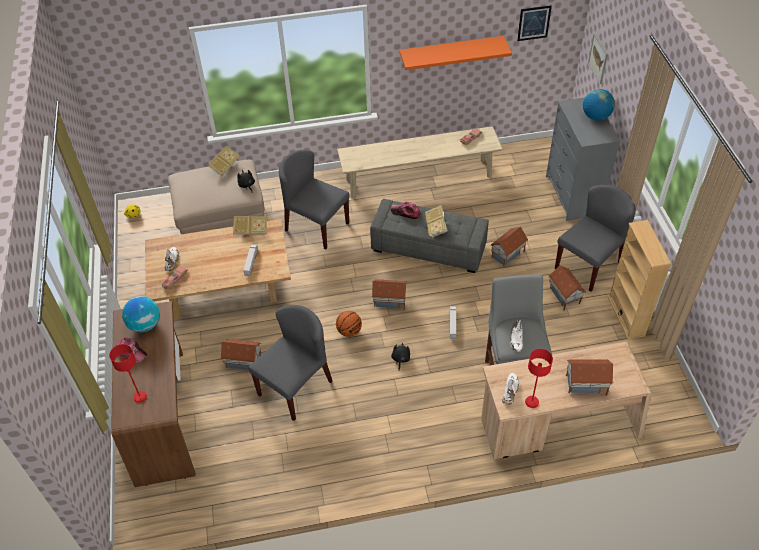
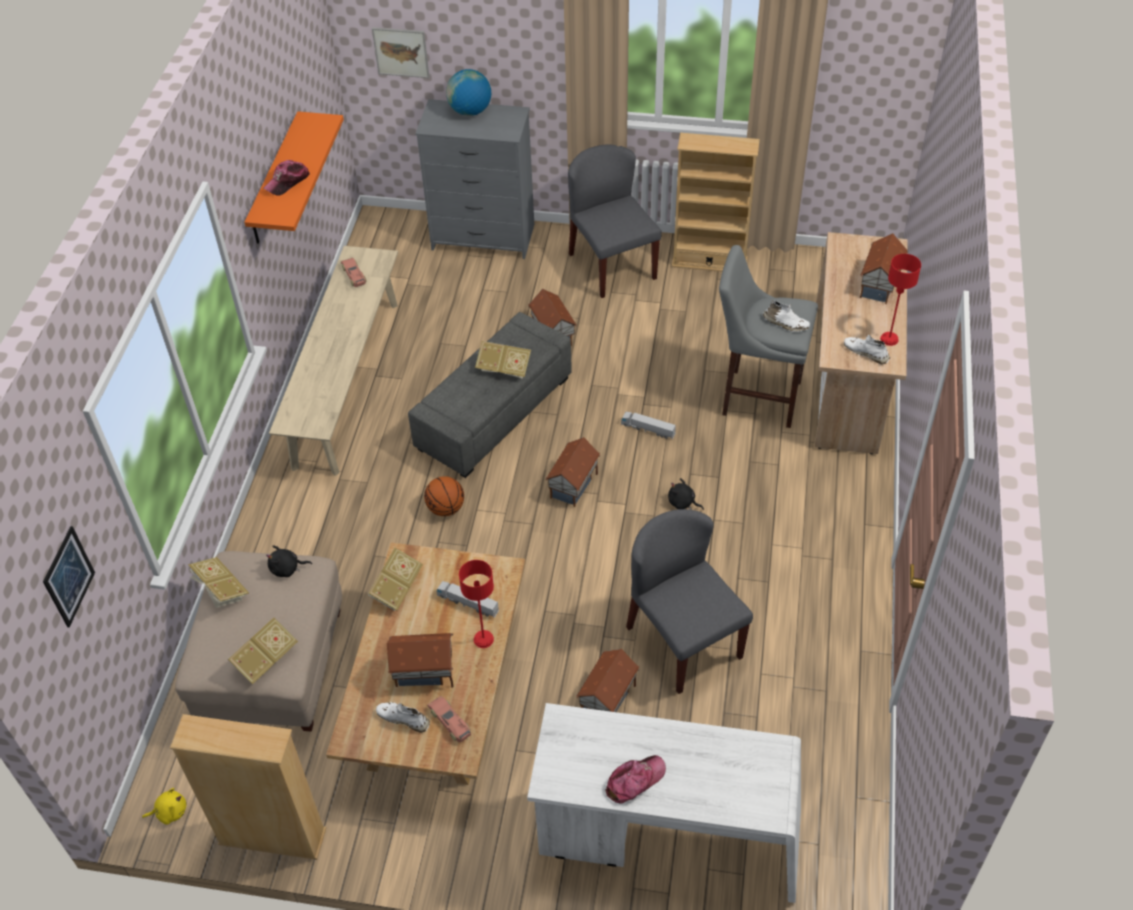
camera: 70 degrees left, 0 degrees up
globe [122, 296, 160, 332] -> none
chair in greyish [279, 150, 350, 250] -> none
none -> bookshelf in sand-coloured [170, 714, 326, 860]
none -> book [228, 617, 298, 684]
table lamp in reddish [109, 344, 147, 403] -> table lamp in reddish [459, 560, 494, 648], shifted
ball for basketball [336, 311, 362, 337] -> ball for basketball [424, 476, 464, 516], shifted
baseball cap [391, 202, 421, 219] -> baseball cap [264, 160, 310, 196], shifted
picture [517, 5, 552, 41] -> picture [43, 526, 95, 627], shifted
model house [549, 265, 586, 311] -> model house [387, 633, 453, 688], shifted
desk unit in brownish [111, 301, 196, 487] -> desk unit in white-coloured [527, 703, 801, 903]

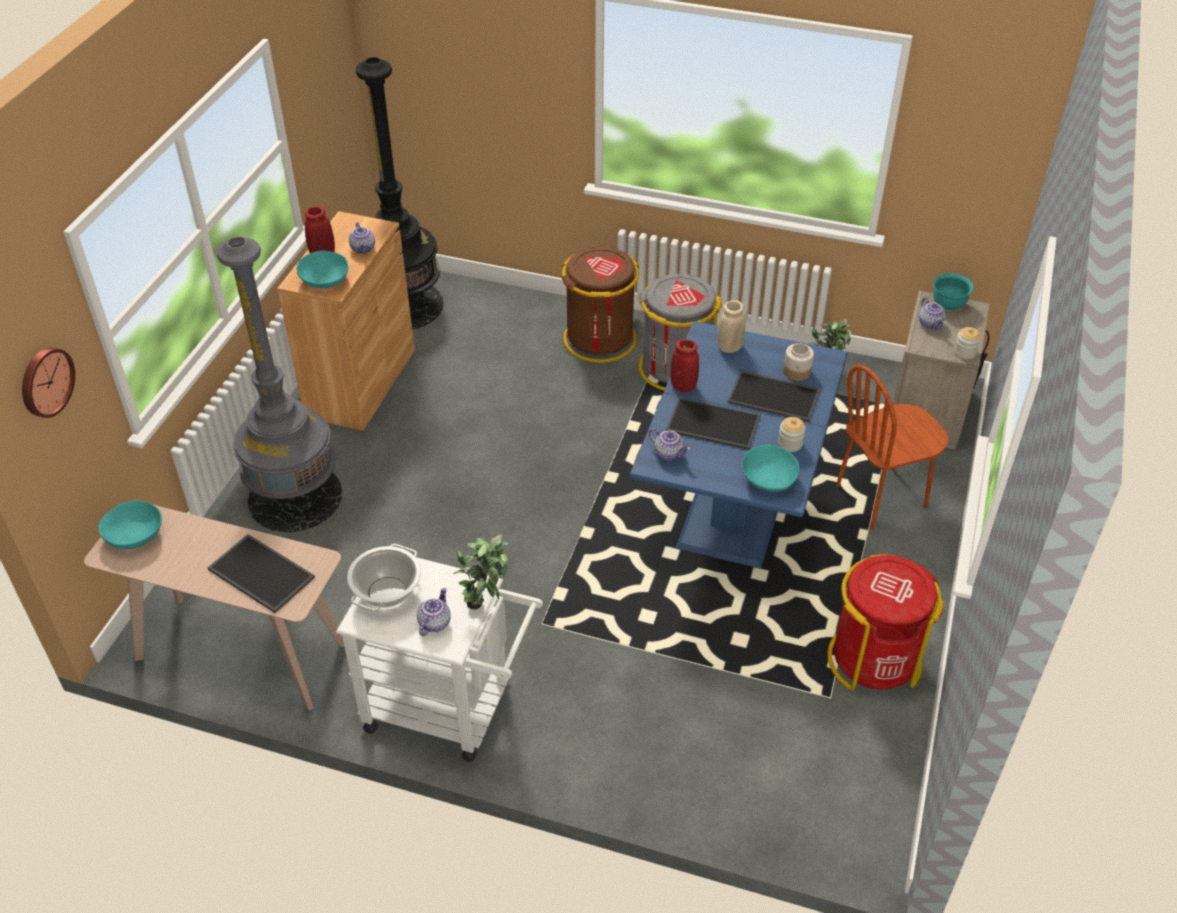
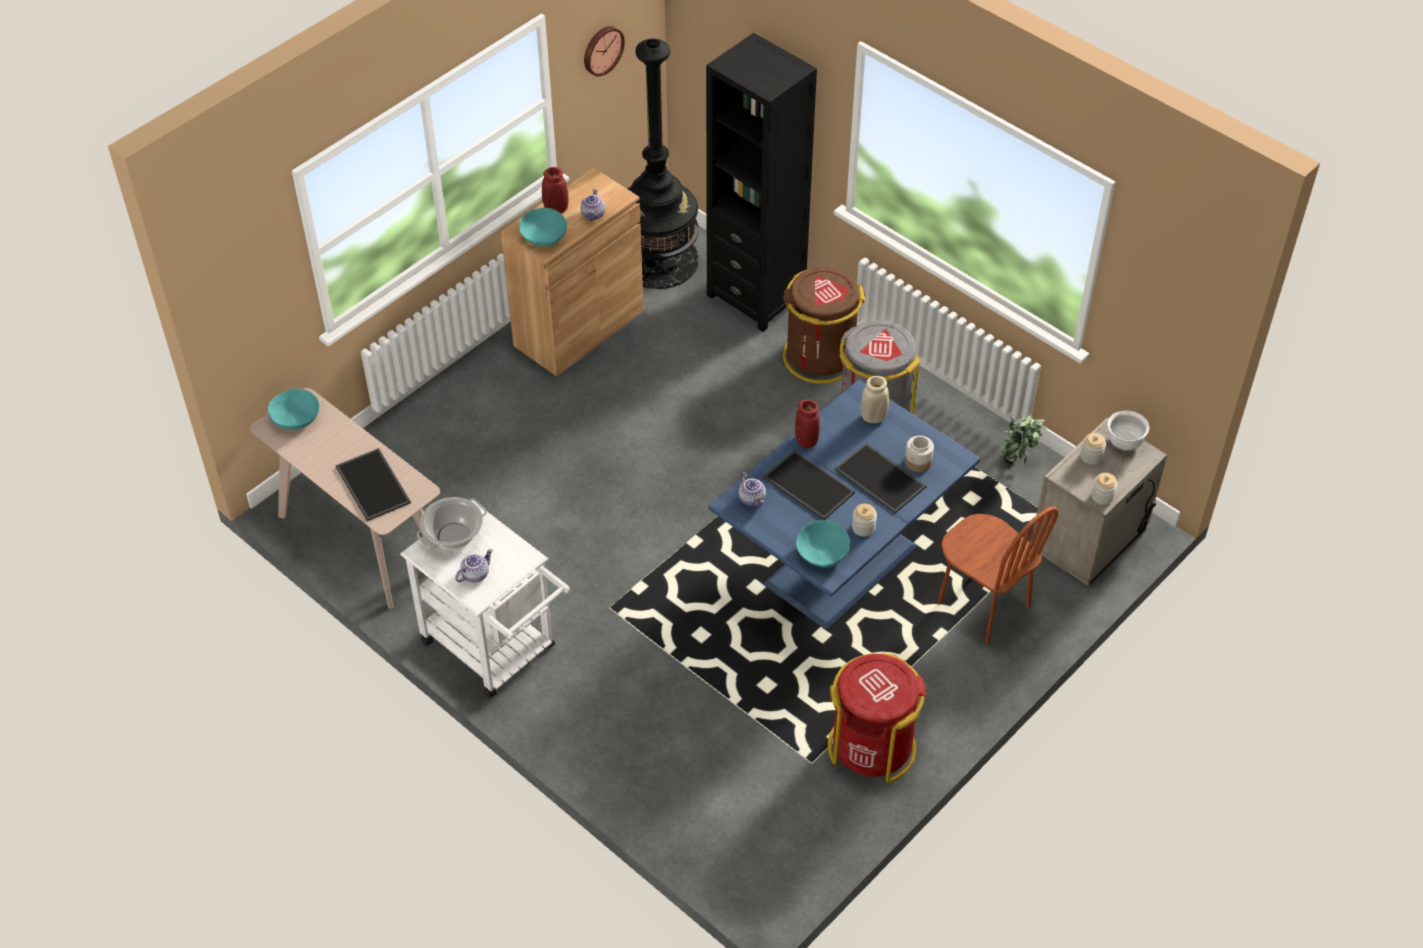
camera: 25 degrees right, 5 degrees up
standard lamp in greyish [217, 236, 342, 532] -> none
plant in a pot [453, 534, 509, 609] -> none
none -> bookshelf in black [706, 33, 817, 332]
wall clock [22, 347, 75, 418] -> wall clock [584, 26, 625, 76], shifted
tea pot [919, 298, 946, 330] -> jar [1080, 433, 1106, 465]
deep dish in blue-green [933, 273, 974, 310] -> deep dish in white-coloured [1107, 411, 1149, 450]
chair in brownish [836, 365, 949, 530] -> chair in brownish [938, 507, 1058, 644], 135 degrees counterclockwise

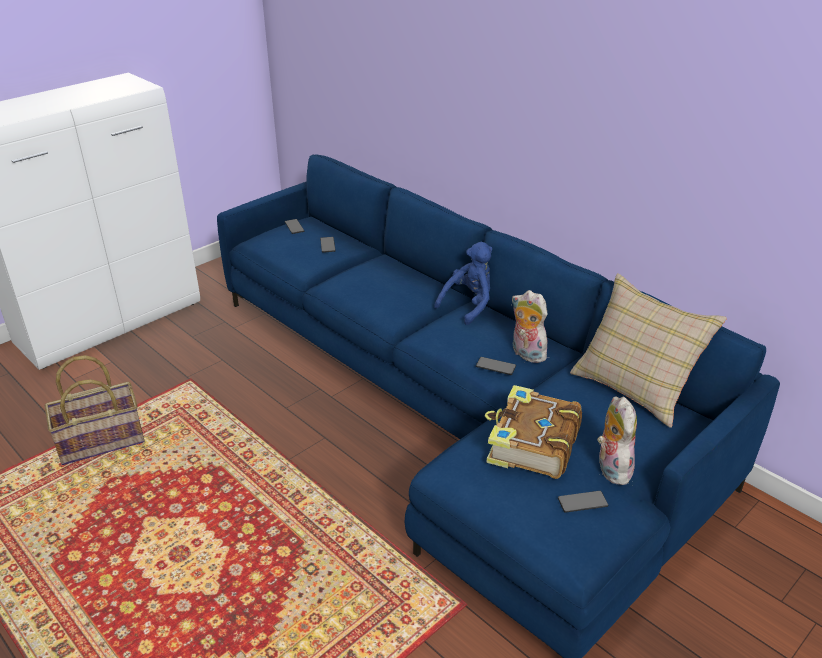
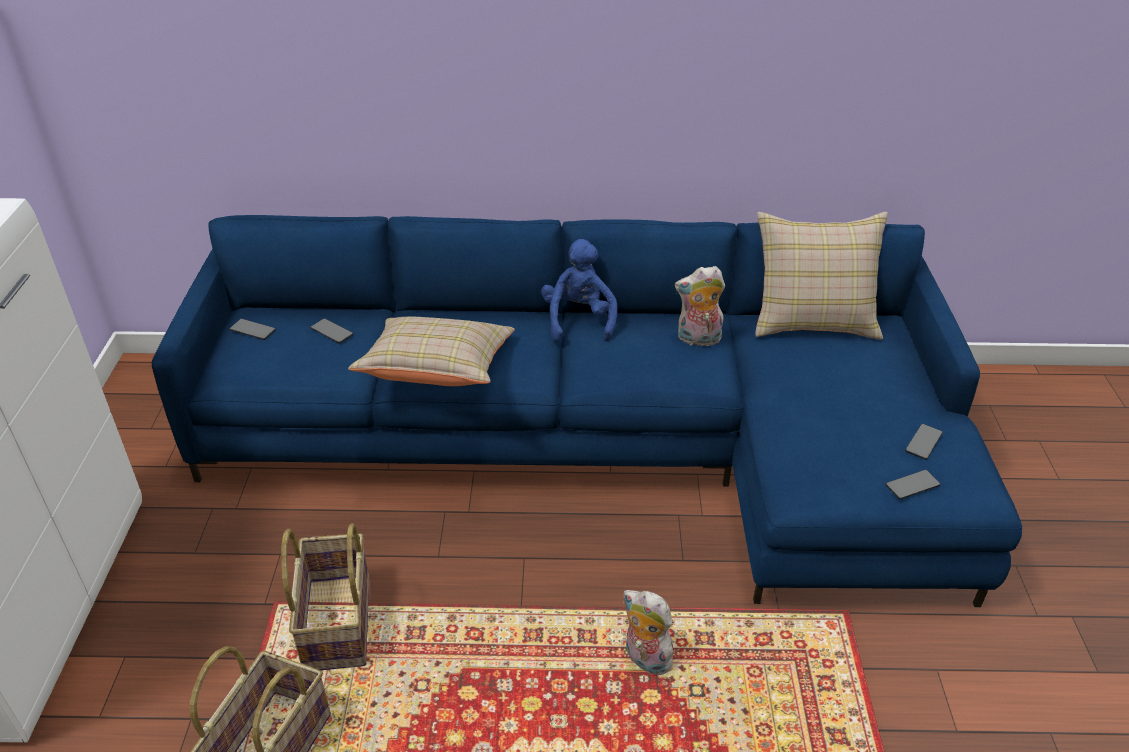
camera: 45 degrees left, 5 degrees up
book [485, 385, 582, 479] -> none
none -> household basket [281, 523, 369, 670]
none -> throw pillow in sand-coloured [348, 317, 515, 386]
phone [476, 357, 516, 375] -> phone [885, 470, 940, 499], shifted
soft toy [597, 396, 637, 485] -> soft toy [623, 590, 675, 675], shifted

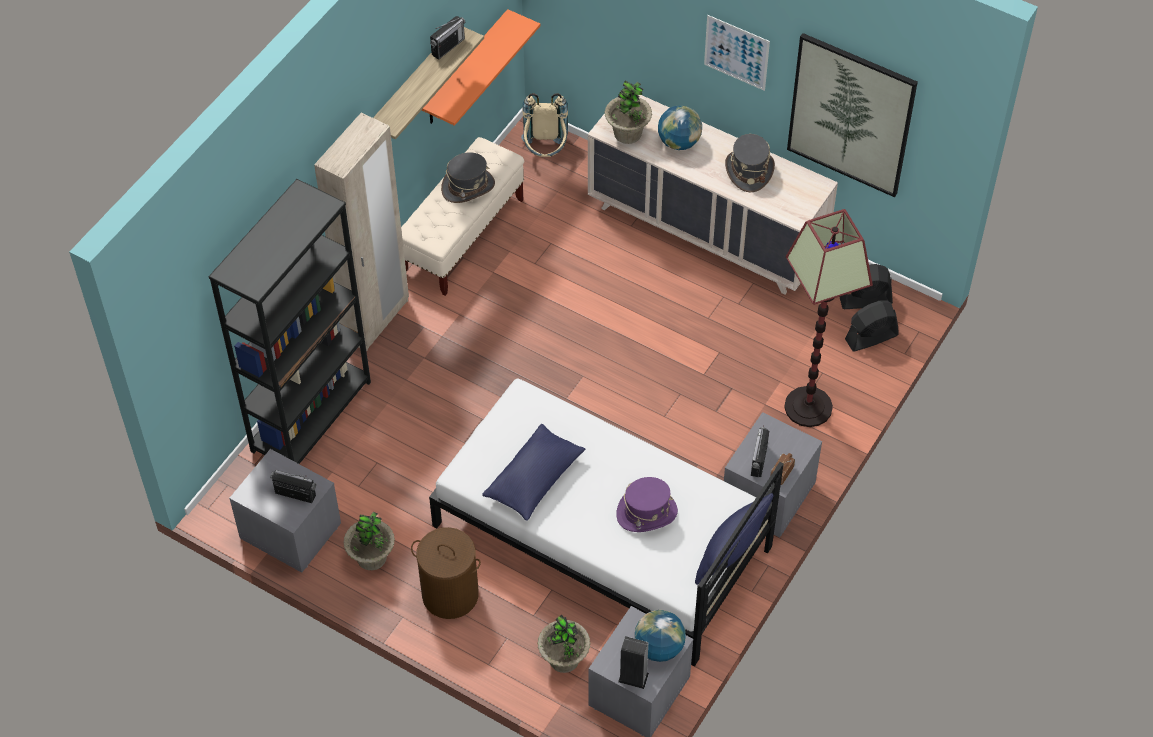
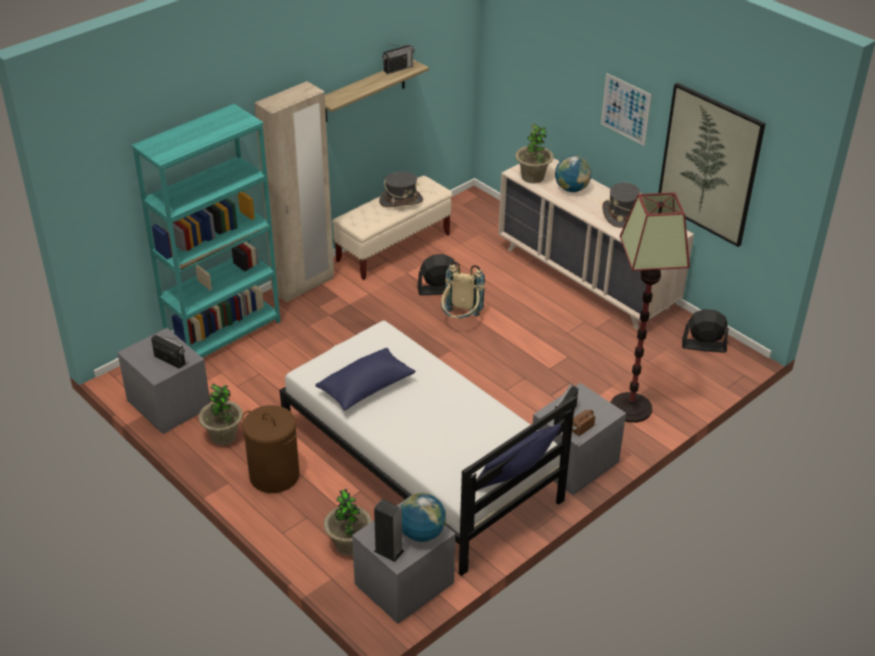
camera: 15 degrees right, 15 degrees down
shelf in orange-coloured [422, 9, 540, 126] -> none
clothing hat in purple-coloured [616, 477, 678, 532] -> none
backpack in sand-coloured [521, 93, 568, 157] -> backpack in sand-coloured [441, 261, 485, 319], shifted
cooling fan in black [845, 301, 899, 352] -> cooling fan in black [417, 254, 458, 296], shifted
bookshelf in black [208, 179, 371, 464] -> bookshelf in blue-green [132, 104, 280, 358]

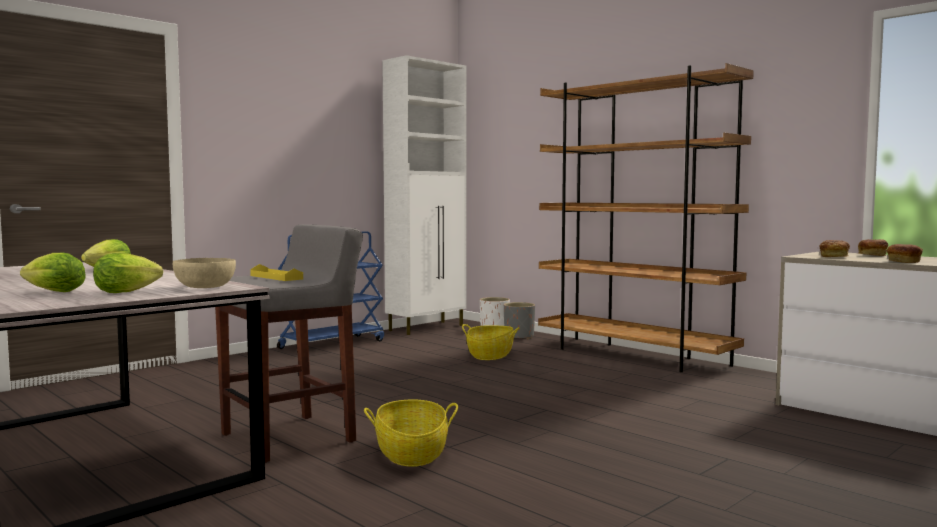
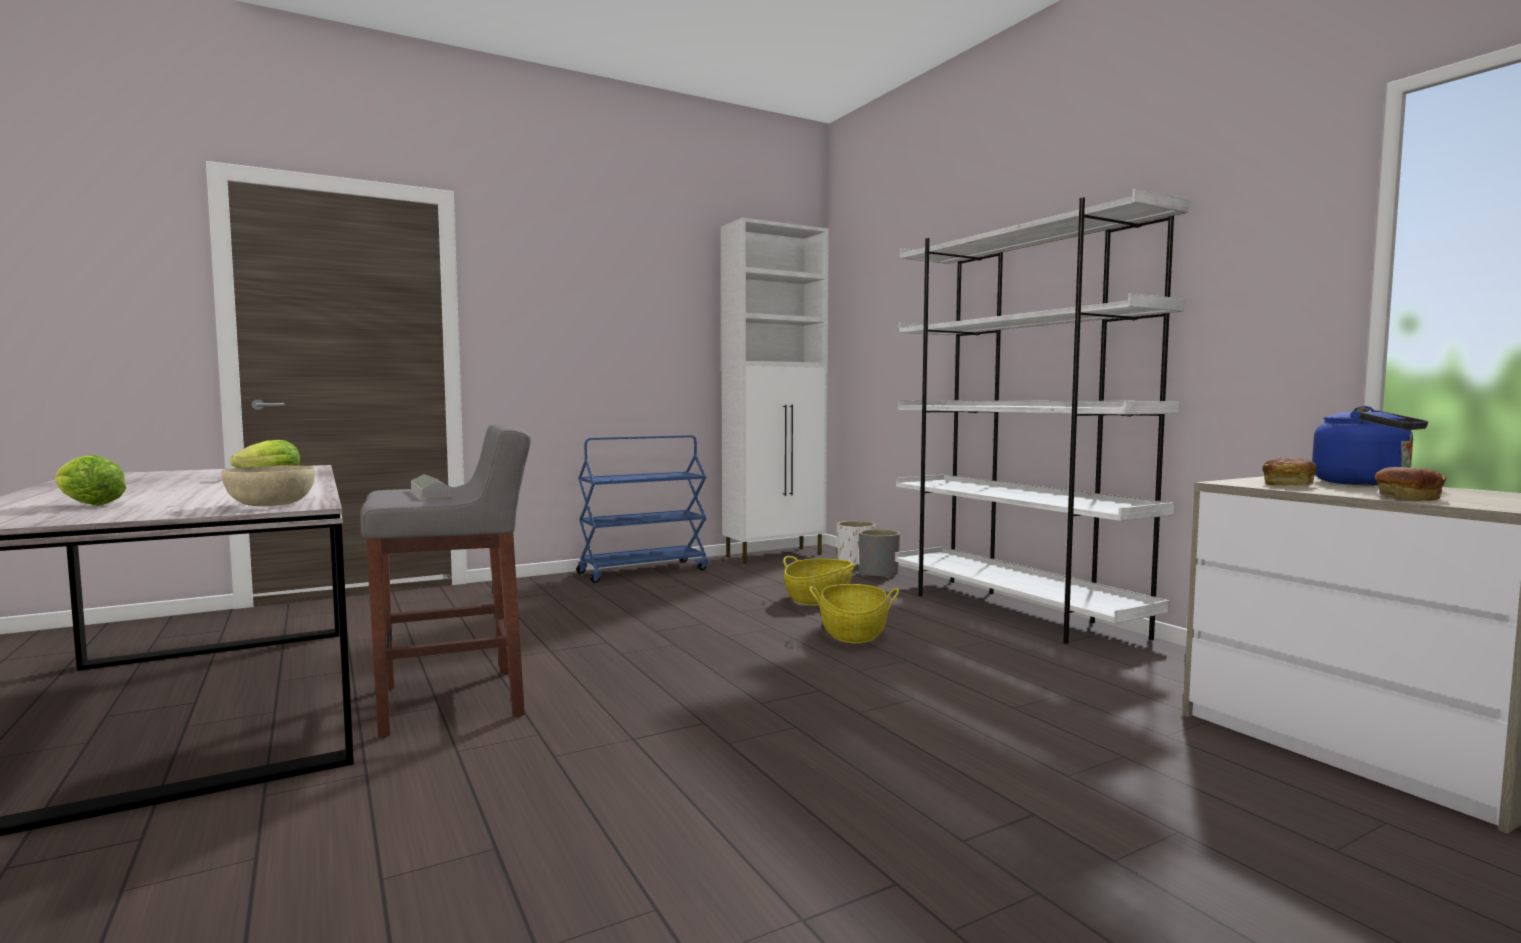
camera: 15 degrees right, 0 degrees up
lettuce head [93, 253, 163, 293] -> none
household basket [364, 399, 458, 467] -> household basket [809, 584, 899, 643], shifted
bakery bread [858, 239, 888, 256] -> water kettle in bluish [1312, 406, 1428, 486]
carrying tray in yellowish [250, 264, 303, 281] -> carrying tray in greyish [411, 474, 452, 498]
bookshelf in brownish [538, 63, 754, 372] -> bookshelf in white-coloured [895, 188, 1189, 644]

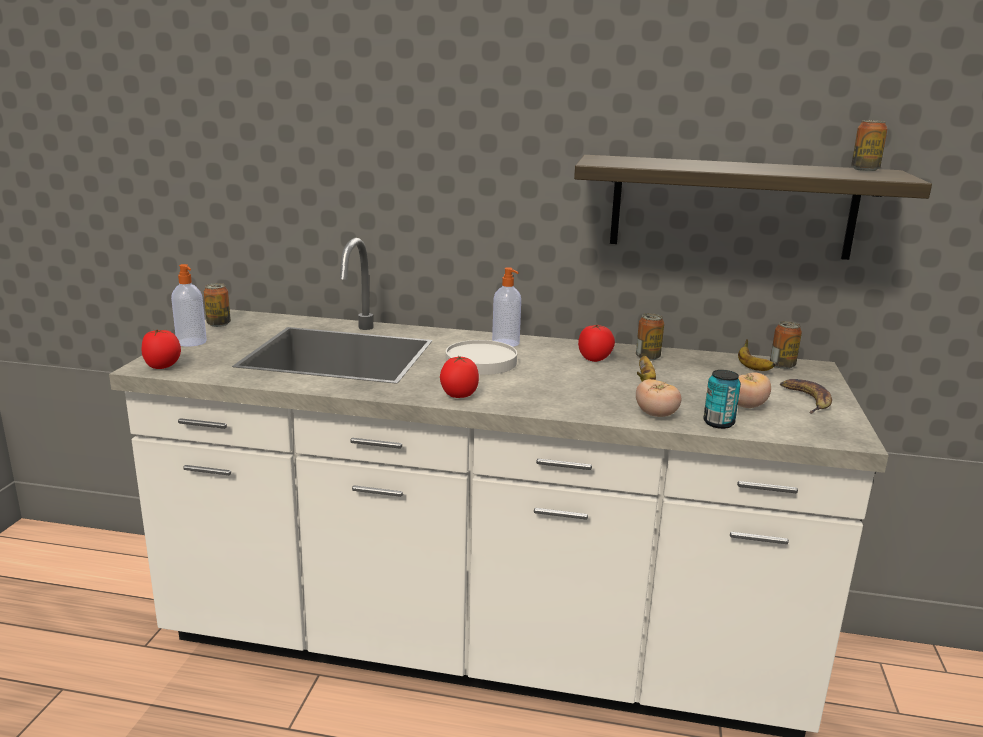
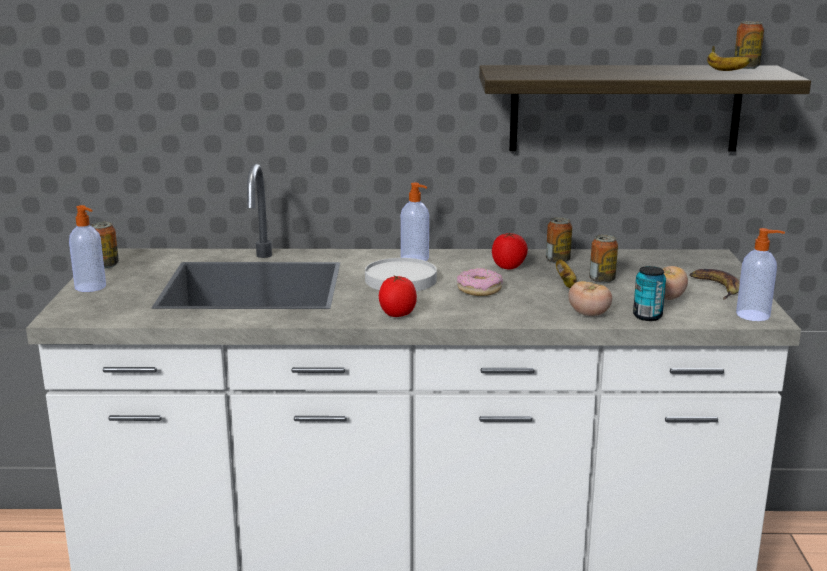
camera: 10 degrees left, 0 degrees up
fresh tomato [141, 330, 181, 369] -> none
none -> donut [457, 268, 503, 296]
none -> liquid soap bottle [736, 228, 785, 321]
banana [738, 339, 776, 371] -> banana [707, 46, 751, 71], shifted
can [770, 321, 802, 369] -> can [589, 234, 618, 283], shifted

